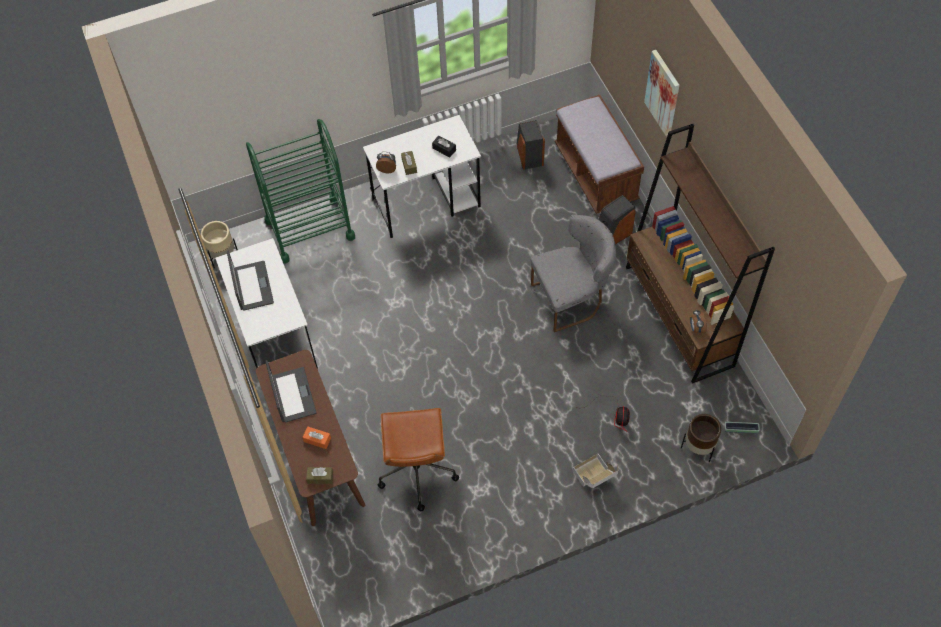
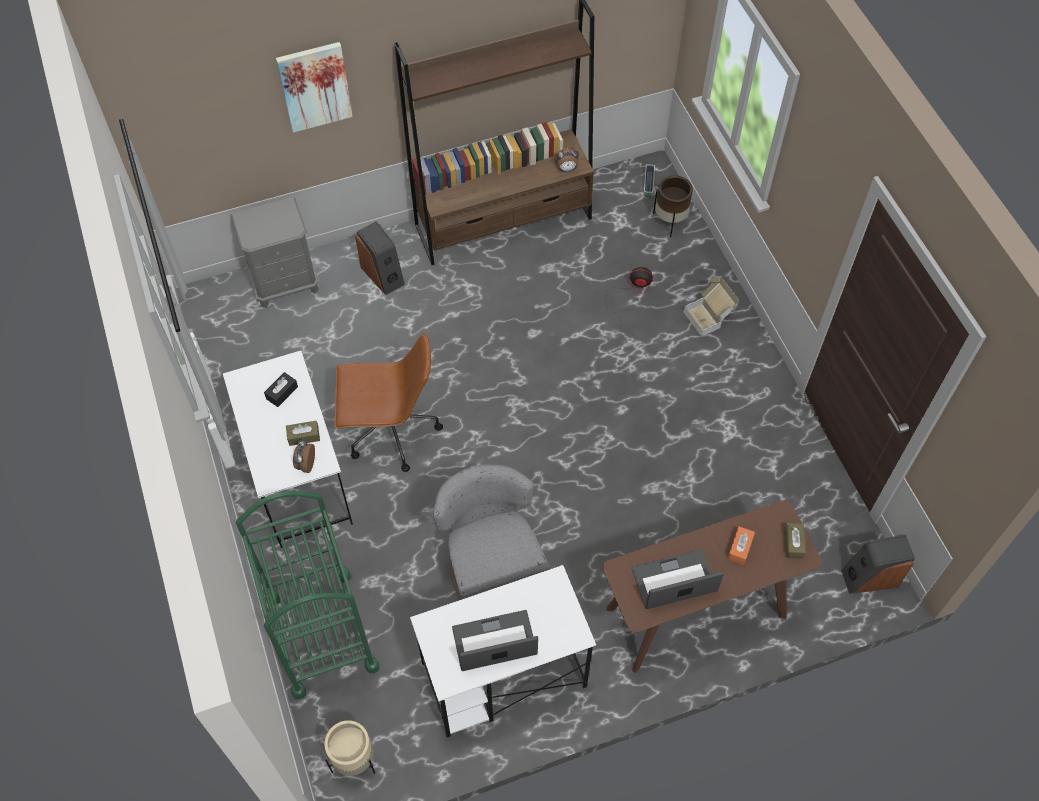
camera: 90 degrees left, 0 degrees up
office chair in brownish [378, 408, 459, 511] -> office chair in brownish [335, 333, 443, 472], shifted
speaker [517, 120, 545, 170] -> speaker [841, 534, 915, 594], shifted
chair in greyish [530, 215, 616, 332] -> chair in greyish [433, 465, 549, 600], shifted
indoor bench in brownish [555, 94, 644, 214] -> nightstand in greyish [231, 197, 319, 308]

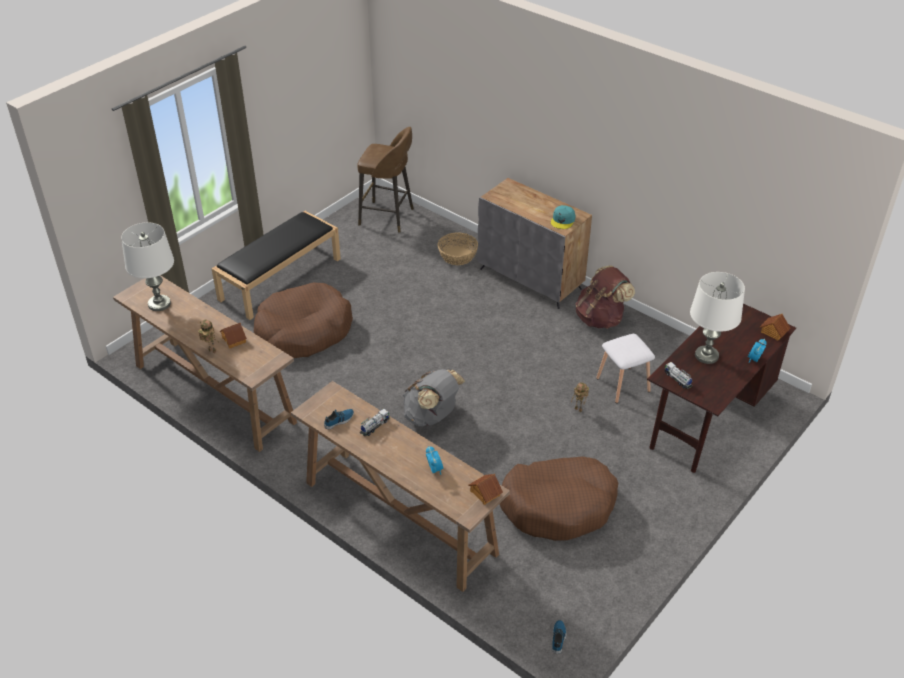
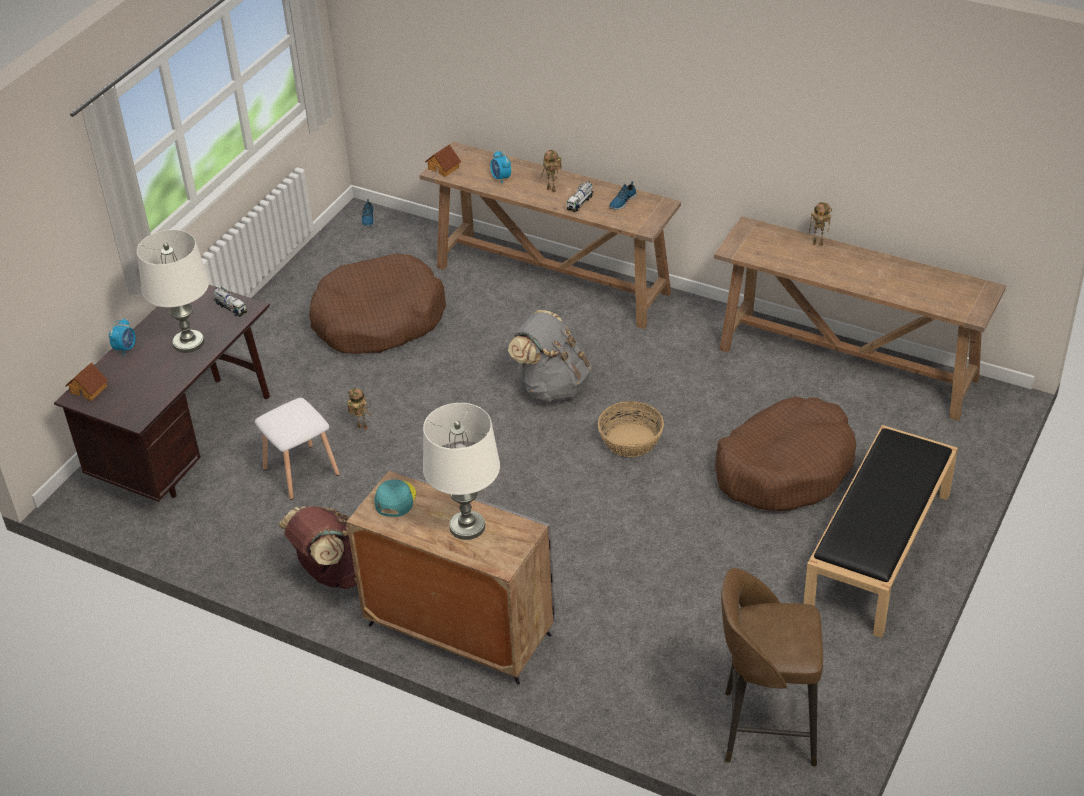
camera: 170 degrees right, 0 degrees up
model house [220, 323, 247, 349] -> none
none -> robot figure [540, 150, 562, 193]
table lamp in white-coloured [121, 222, 174, 311] -> table lamp in white-coloured [423, 403, 500, 540], shifted
household basket [438, 232, 478, 265] -> household basket [598, 401, 664, 457], shifted

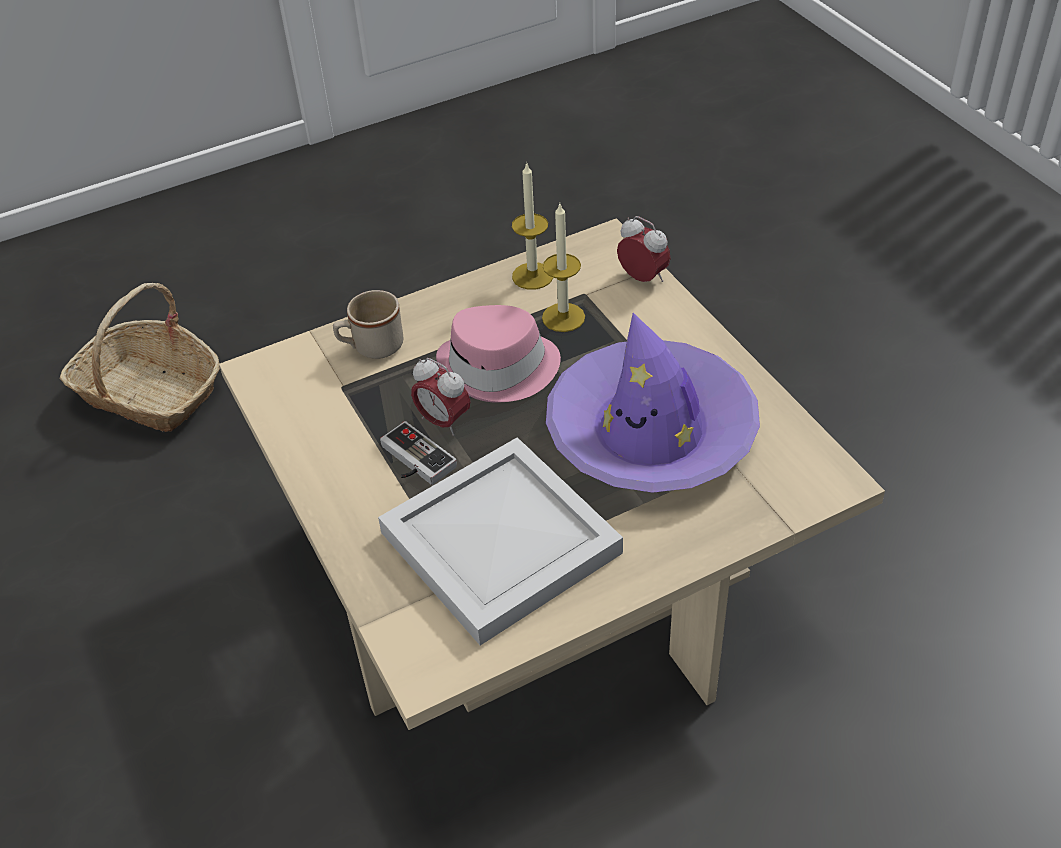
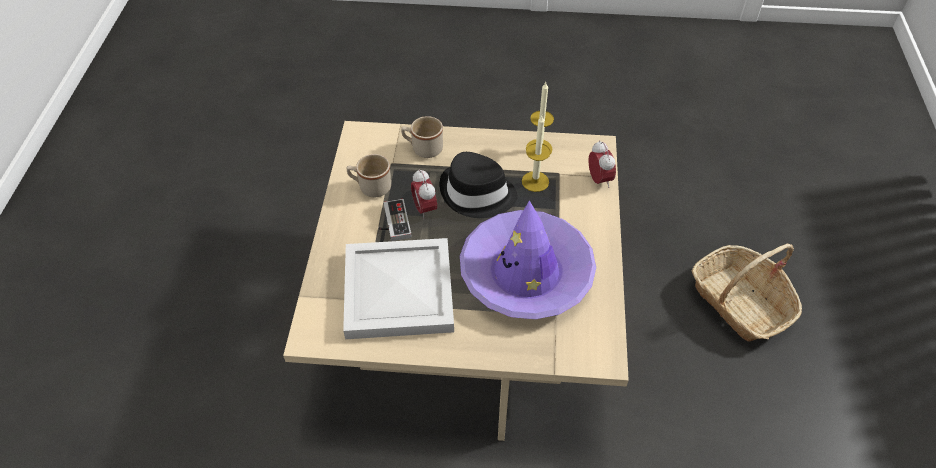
camera: 30 degrees right, 5 degrees up
none -> tea mug in sand-coloured [347, 154, 391, 197]
household basket [59, 283, 220, 432] -> household basket [692, 244, 802, 342], shifted
clothing hat in pinkish [436, 305, 561, 402] -> clothing hat in black [439, 152, 518, 218]

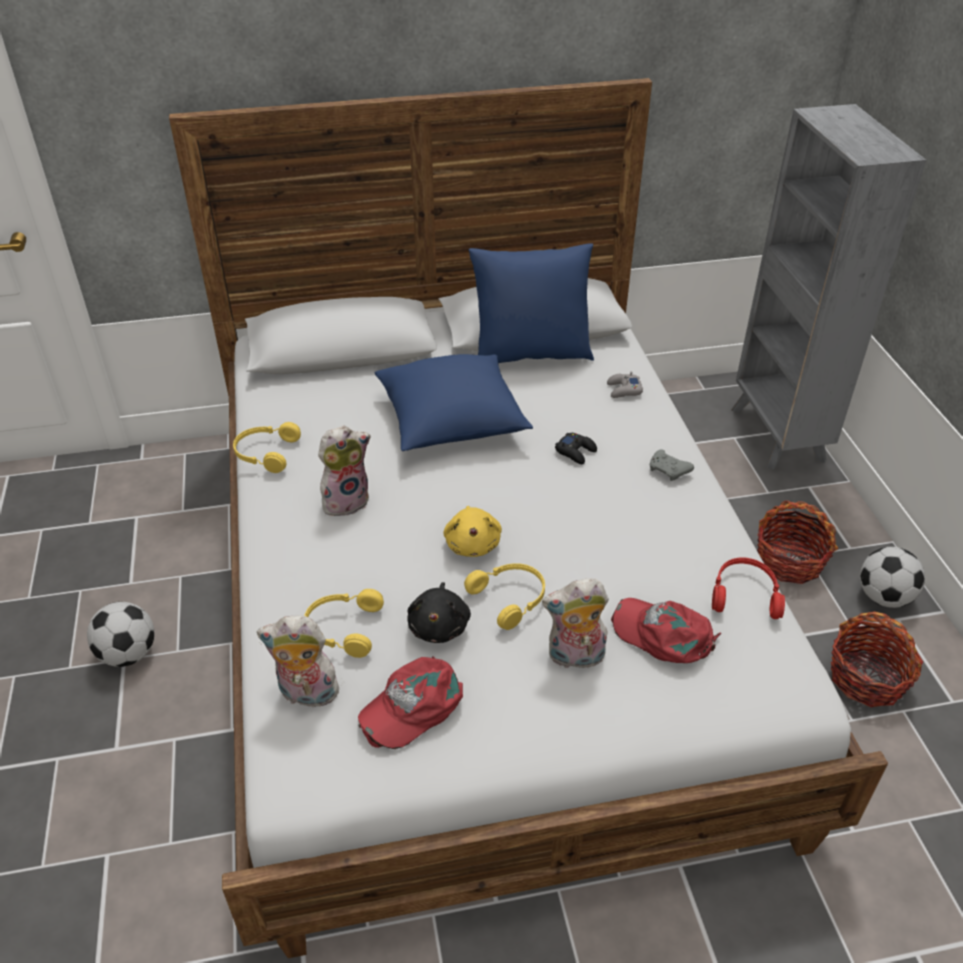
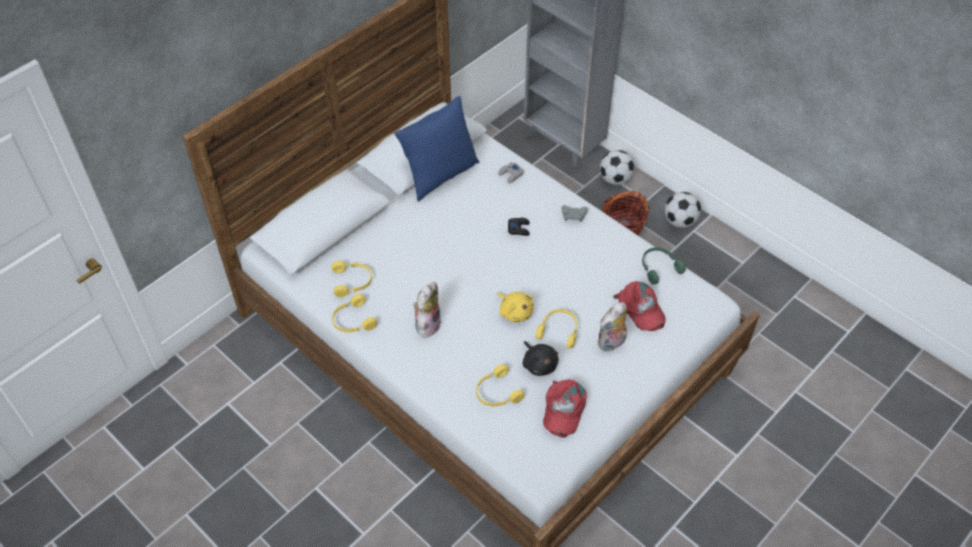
camera: 35 degrees left, 10 degrees up
soft toy [257, 616, 339, 708] -> none
throw pillow in bluish [375, 354, 533, 451] -> none
household basket [831, 611, 923, 707] -> none
none -> headphones in yellowish [331, 261, 372, 298]
football [87, 602, 155, 667] -> football [600, 150, 635, 185], shifted
headphones in reddish [712, 557, 785, 619] -> headphones in green-coloured [642, 247, 686, 284]
baseball cap in reddish [611, 598, 721, 663] -> baseball cap in reddish [613, 281, 666, 331], 120 degrees counterclockwise

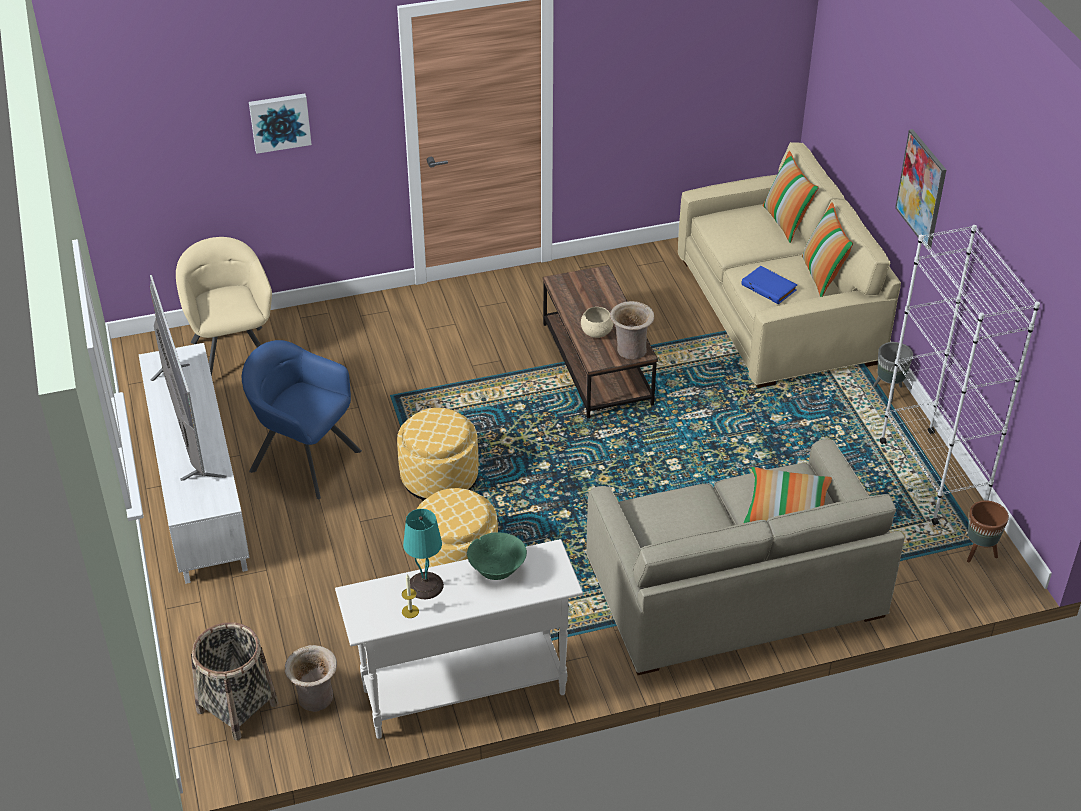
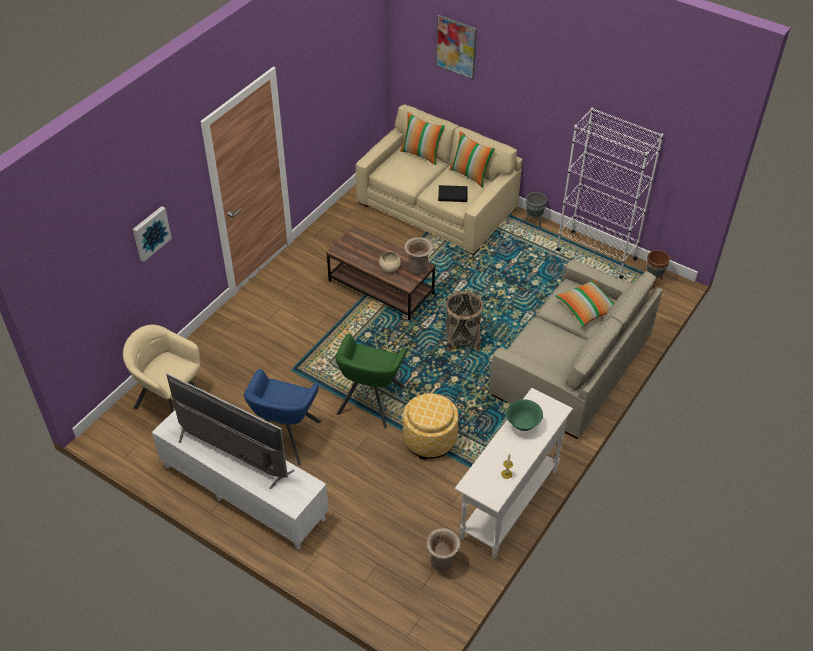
camera: 40 degrees left, 5 degrees up
table lamp in blue-green [403, 509, 444, 599] -> none
household basket [191, 622, 279, 740] -> household basket [445, 291, 483, 352], shifted
picture [895, 129, 946, 249] -> picture [436, 15, 477, 79], shifted
footrest [397, 408, 478, 500] -> lounge chair in green-coloured [335, 334, 407, 428]
book in bluish [741, 266, 797, 304] -> book in black [438, 185, 468, 202]
lounge chair in bluish [242, 340, 362, 500] -> lounge chair in bluish [244, 369, 321, 466], 60 degrees counterclockwise

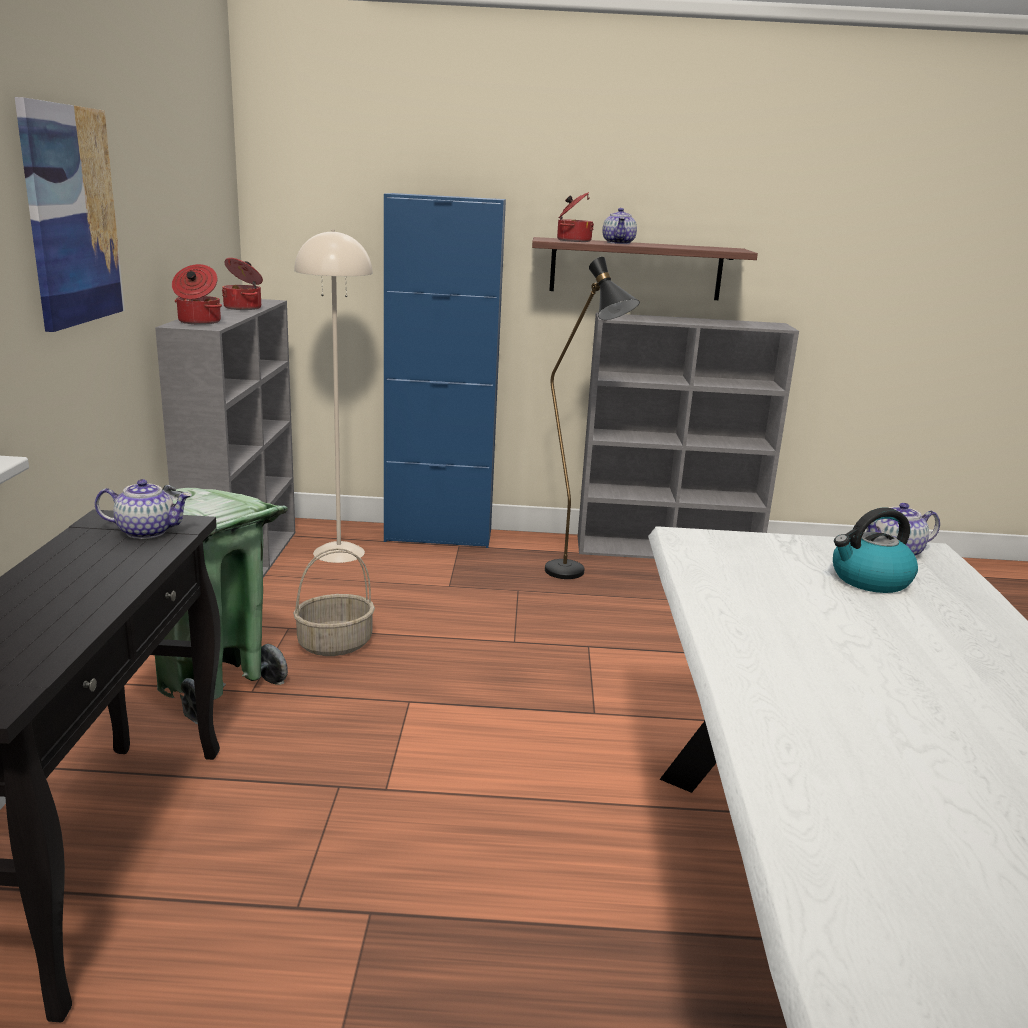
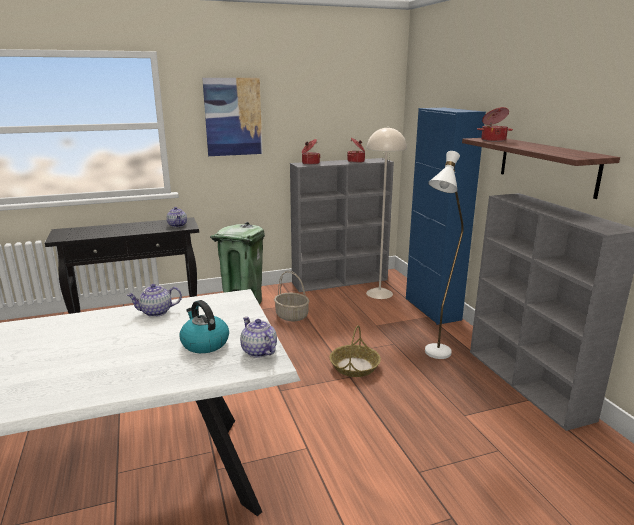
camera: 70 degrees right, 0 degrees up
none -> household basket [330, 325, 381, 377]
tea pot [602, 208, 637, 244] -> tea pot [126, 284, 182, 317], shifted
standard lamp in black [545, 257, 640, 579] -> standard lamp in white-coloured [425, 151, 464, 359]

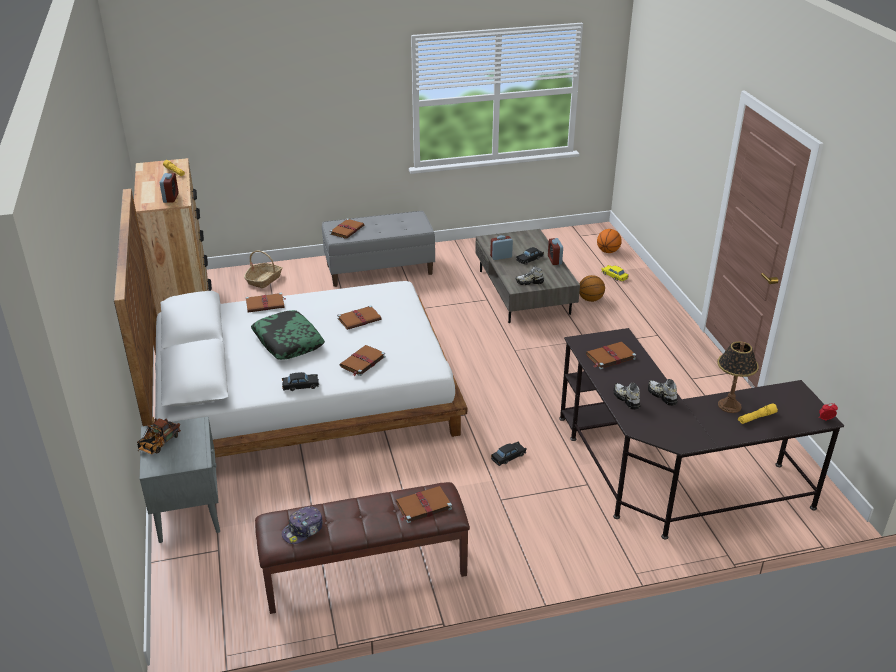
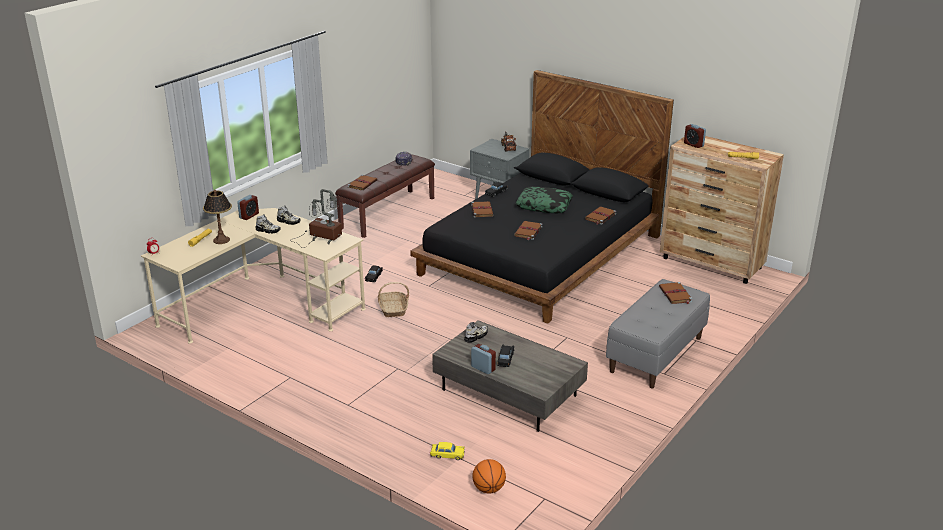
camera: 140 degrees right, 5 degrees down
ball for basketball [579, 275, 605, 302] -> none
household basket [244, 250, 283, 289] -> household basket [378, 282, 409, 317], shifted
table clock [490, 235, 513, 260] -> table clock [237, 195, 259, 220], shifted
book in brownish [586, 342, 636, 369] -> table lamp [290, 189, 342, 248]
bed in white-coloured [114, 189, 467, 458] -> bed in black [410, 70, 674, 324]
desk unit in black [559, 328, 844, 540] -> desk unit in sand-coloured [141, 208, 366, 344]

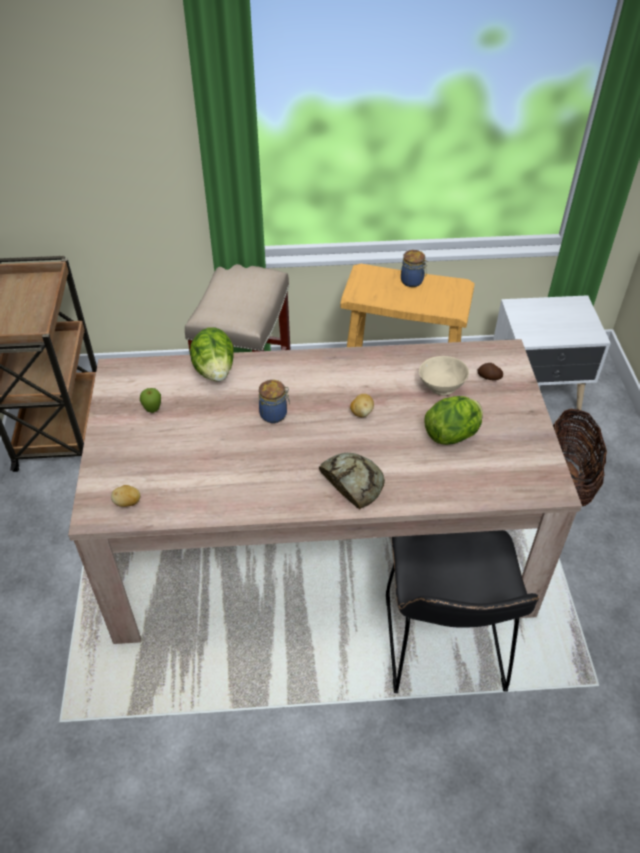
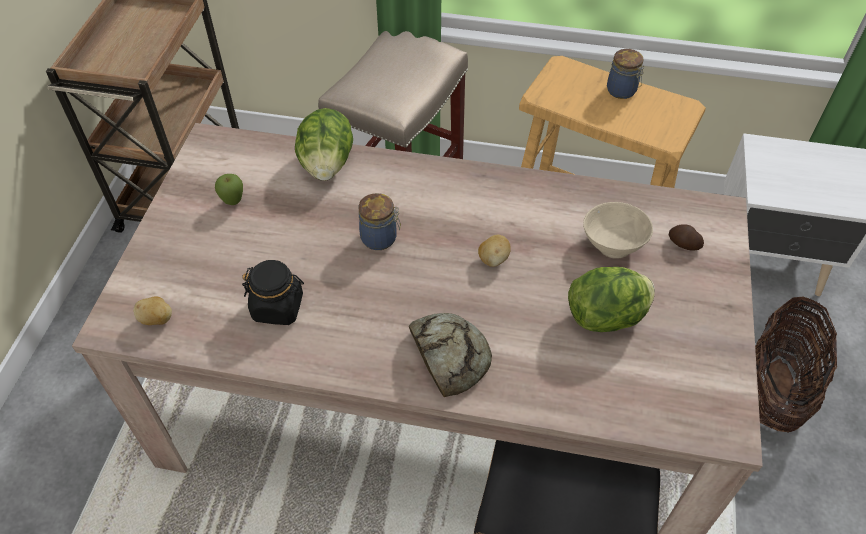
camera: 15 degrees right, 5 degrees up
none -> jar in black [242, 260, 304, 325]

